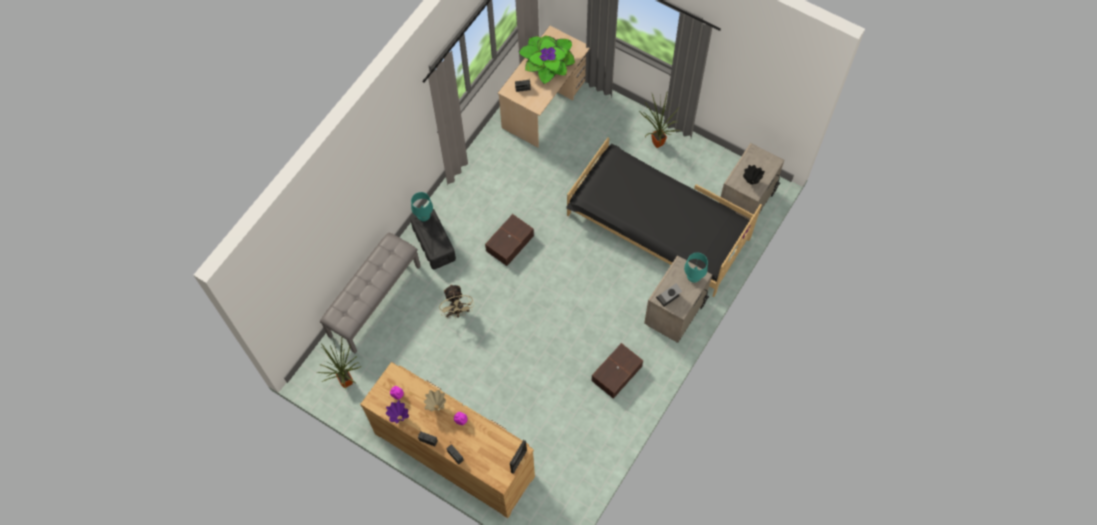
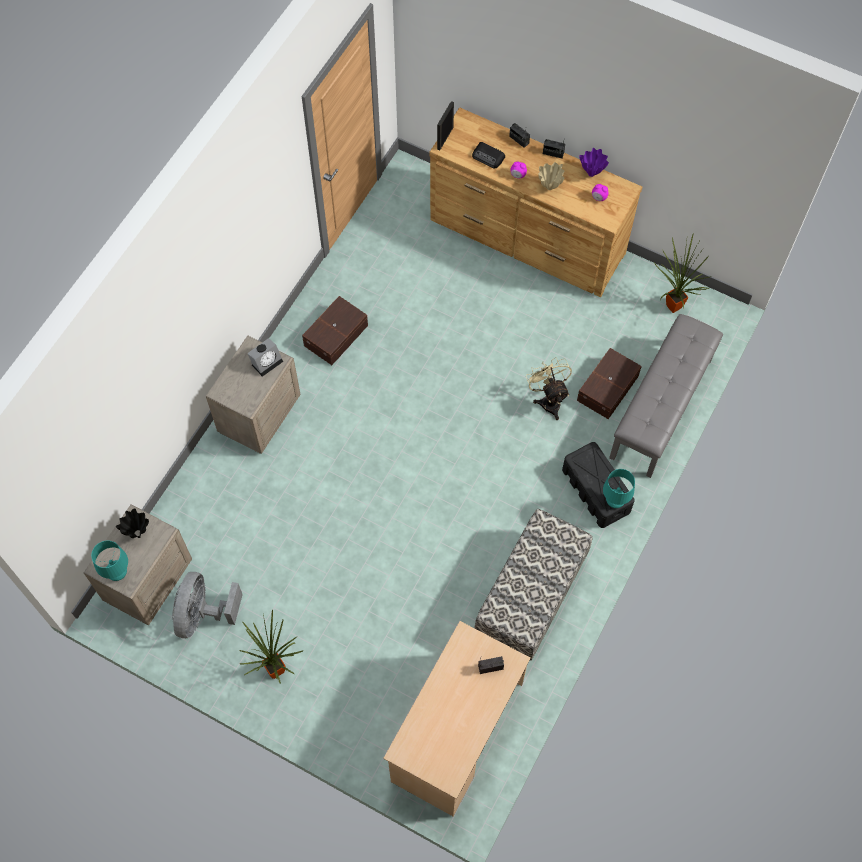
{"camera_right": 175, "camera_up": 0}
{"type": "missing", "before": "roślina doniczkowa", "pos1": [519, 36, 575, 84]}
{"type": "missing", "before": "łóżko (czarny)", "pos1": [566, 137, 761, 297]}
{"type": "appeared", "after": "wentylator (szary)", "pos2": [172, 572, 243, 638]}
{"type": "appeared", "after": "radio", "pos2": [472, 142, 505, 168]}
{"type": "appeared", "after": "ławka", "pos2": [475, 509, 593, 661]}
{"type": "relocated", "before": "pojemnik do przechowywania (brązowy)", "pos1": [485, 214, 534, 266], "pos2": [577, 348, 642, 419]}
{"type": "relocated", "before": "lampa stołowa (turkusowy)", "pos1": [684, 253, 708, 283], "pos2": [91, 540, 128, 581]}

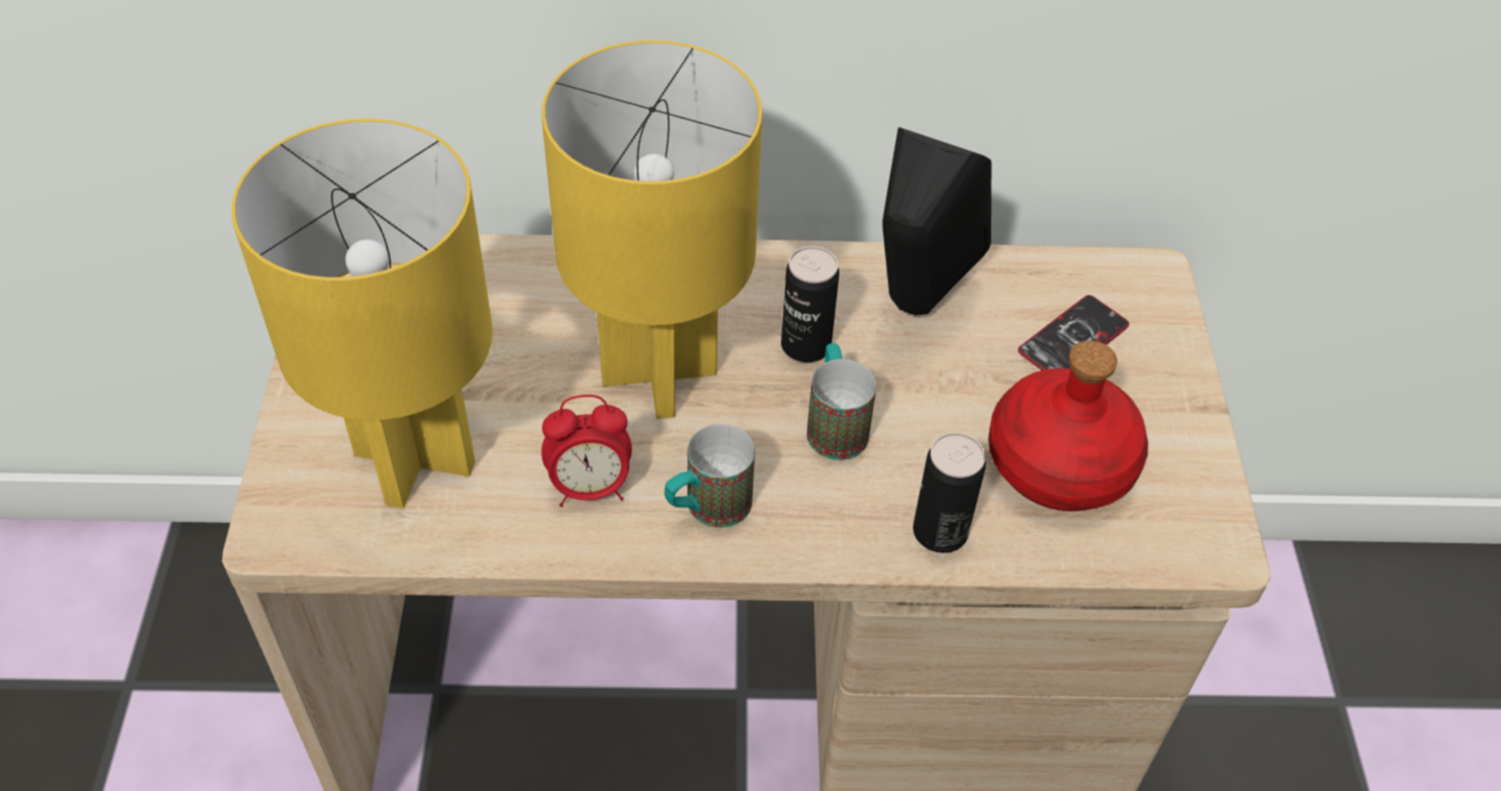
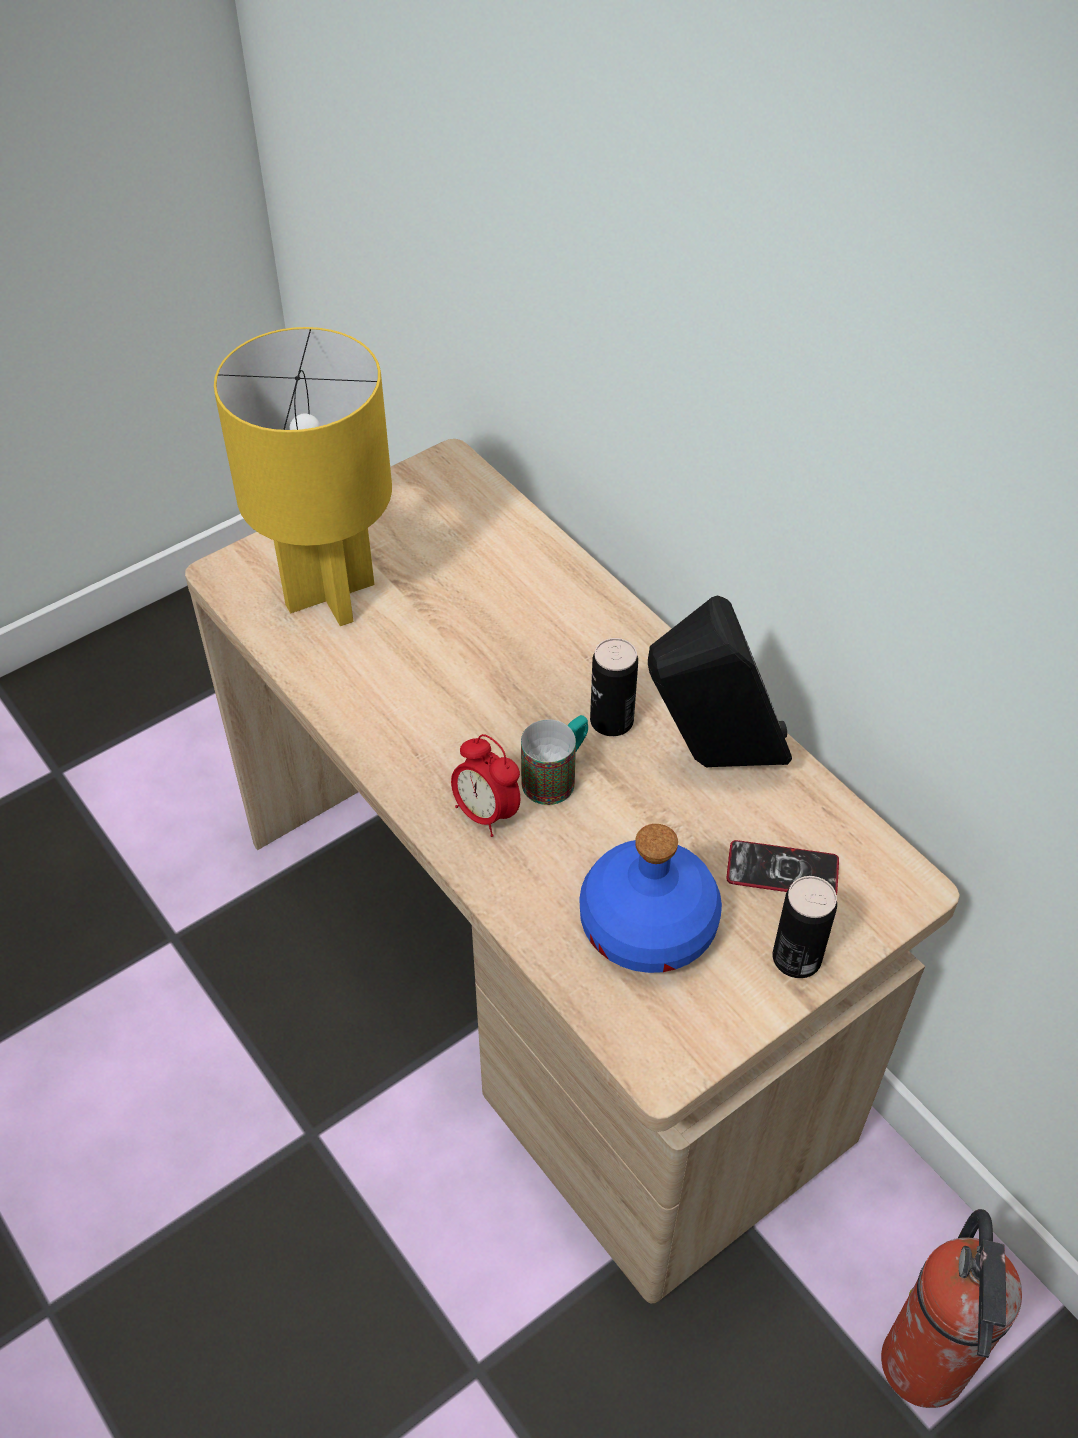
{"camera_right": 55, "camera_up": 0}
{"type": "missing", "before": "lampa stołowa (żółty)", "pos1": [542, 40, 763, 419]}
{"type": "missing", "before": "kubek", "pos1": [664, 424, 755, 528]}
{"type": "appeared", "after": "gaśnica", "pos2": [881, 1209, 1022, 1408]}
{"type": "relocated", "before": "budzik", "pos1": [541, 395, 632, 507], "pos2": [451, 734, 520, 837]}
{"type": "relocated", "before": "puszka", "pos1": [913, 432, 986, 553], "pos2": [773, 876, 837, 978]}
{"type": "colour", "before": "butelka (czerwony)", "after": "butelka (niebieski)", "pos1": [988, 340, 1148, 511], "pos2": [579, 824, 722, 973]}

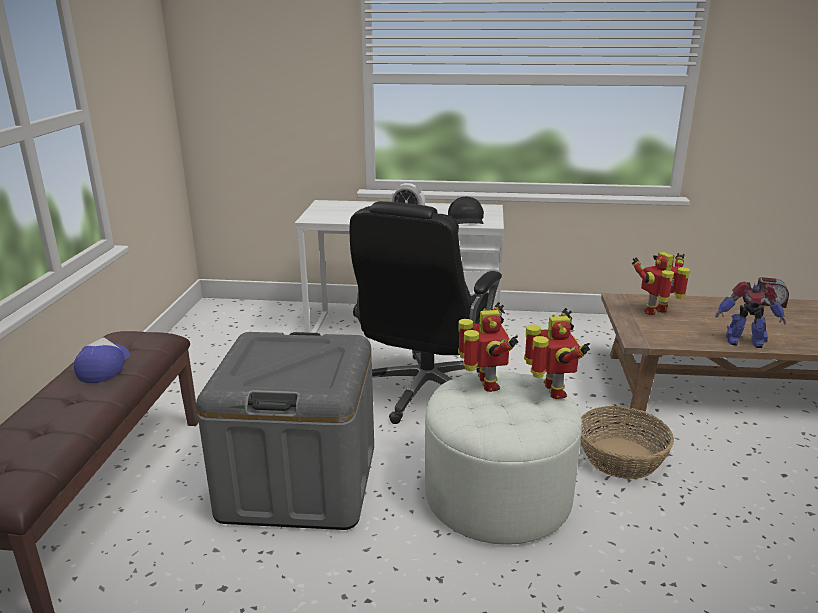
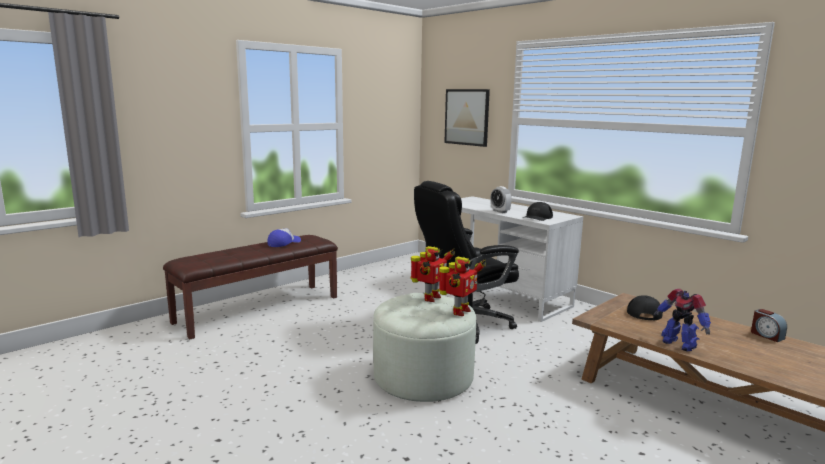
{"camera_right": 40, "camera_up": -10}
{"type": "missing", "before": "pojemnik do przechowywania (szary)", "pos1": [196, 332, 374, 530]}
{"type": "missing", "before": "koszyk", "pos1": [580, 406, 674, 479]}
{"type": "appeared", "after": "obraz", "pos2": [444, 89, 490, 147]}
{"type": "exchanged", "before": "robot zabawkowy", "after": "czapka z daszkiem (czarny)", "pos1": [632, 252, 690, 315], "pos2": [627, 295, 663, 321]}

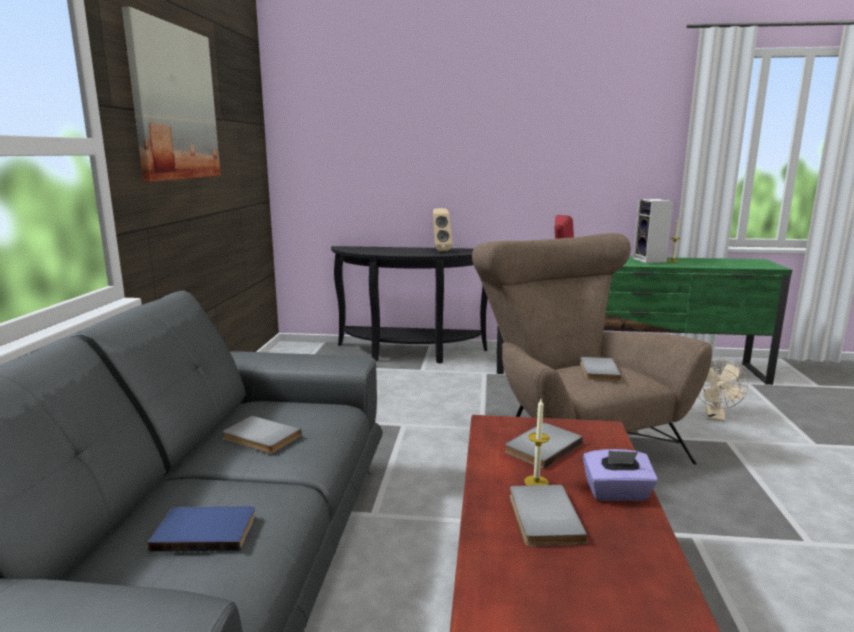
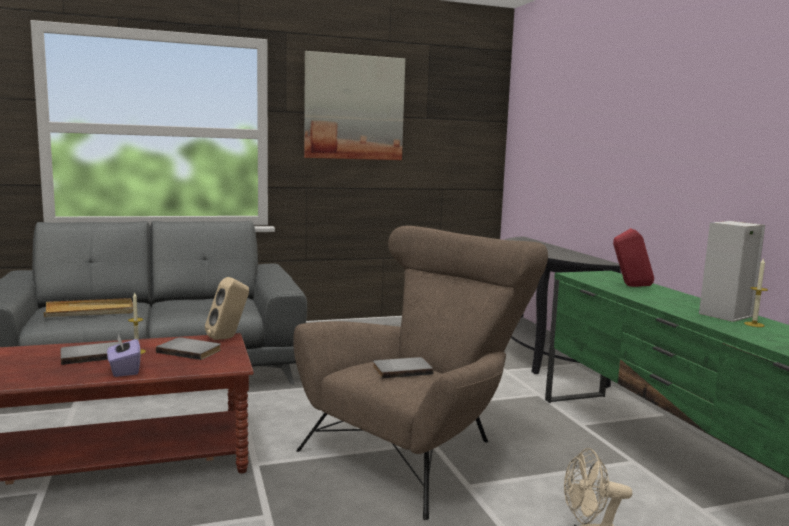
{"camera_right": 65, "camera_up": -5}
{"type": "missing", "before": "książka (szary)", "pos1": [222, 416, 301, 454]}
{"type": "relocated", "before": "głośnik (beżowy)", "pos1": [433, 208, 452, 251], "pos2": [205, 277, 249, 340]}
{"type": "exchanged", "before": "książka (niebieski)", "after": "taca (beżowy)", "pos1": [148, 507, 256, 552], "pos2": [44, 298, 133, 317]}

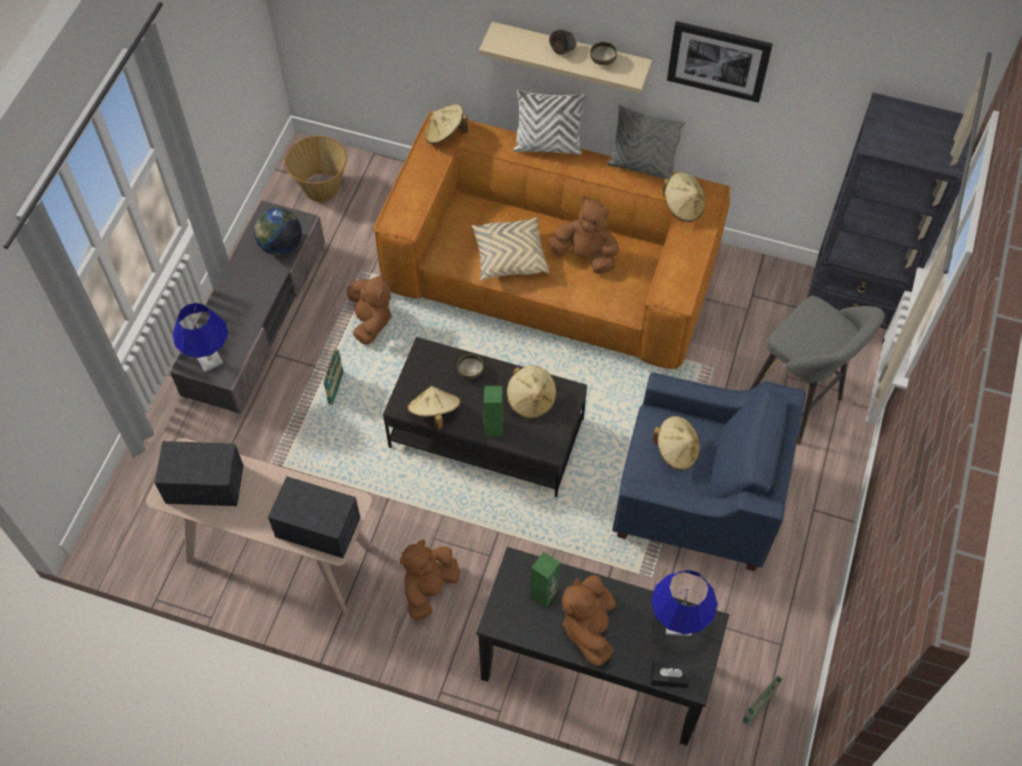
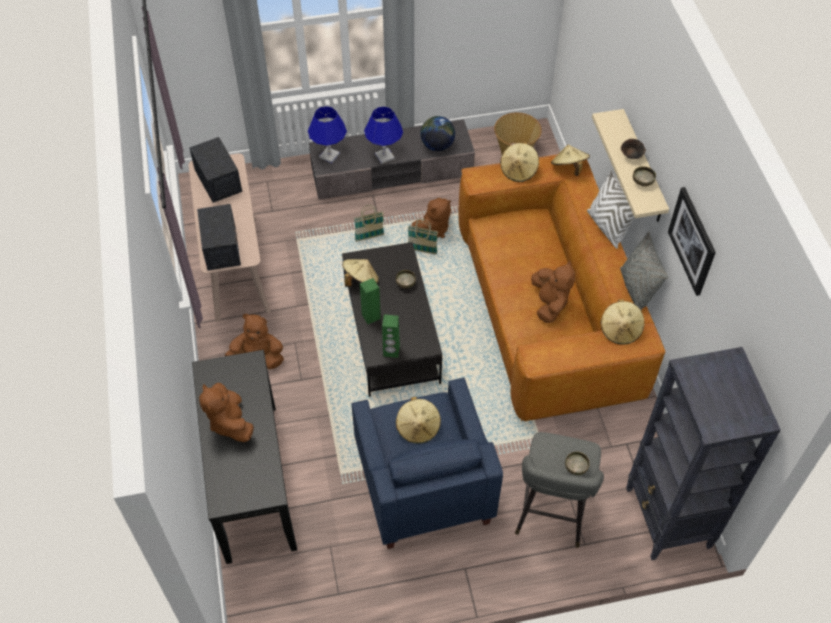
{"camera_right": 60, "camera_up": -5}
{"type": "missing", "before": "poduszka (beżowy)", "pos1": [472, 217, 550, 280]}
{"type": "missing", "before": "pudełko chusteczek (czarny)", "pos1": [651, 662, 690, 688]}
{"type": "appeared", "after": "miska", "pos2": [565, 452, 590, 475]}
{"type": "relocated", "before": "kapelusz (beżowy)", "pos1": [507, 365, 557, 419], "pos2": [500, 142, 539, 182]}
{"type": "relocated", "before": "głośnik (zielony)", "pos1": [530, 552, 561, 608], "pos2": [382, 314, 400, 358]}
{"type": "relocated", "before": "lampa stołowa (niebieski)", "pos1": [651, 570, 718, 636], "pos2": [364, 107, 403, 164]}
{"type": "relocated", "before": "koszyk", "pos1": [742, 675, 783, 725], "pos2": [408, 219, 438, 255]}
{"type": "spun", "before": "pluszak (brązowy)", "pos1": [562, 575, 616, 666], "pos2": [199, 383, 254, 442], "turn": -90}

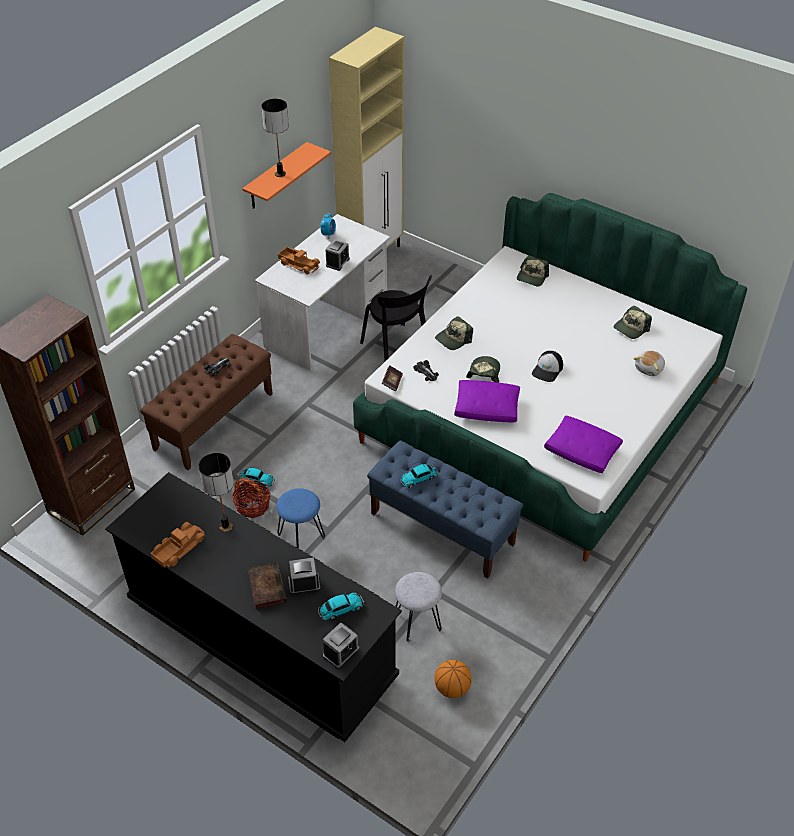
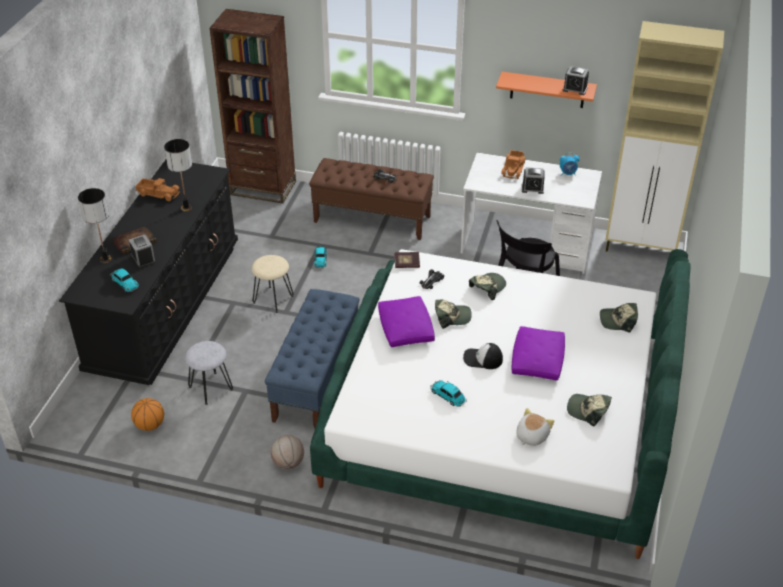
{"camera_right": 70, "camera_up": -5}
{"type": "missing", "before": "koszyk", "pos1": [232, 477, 271, 518]}
{"type": "appeared", "after": "piłka do koszykówki", "pos2": [271, 435, 304, 469]}
{"type": "relocated", "before": "lampa stołowa", "pos1": [261, 99, 289, 177], "pos2": [78, 188, 112, 263]}
{"type": "relocated", "before": "budzik", "pos1": [323, 622, 359, 669], "pos2": [563, 66, 589, 95]}
{"type": "relocated", "before": "samochodzik", "pos1": [400, 464, 438, 488], "pos2": [430, 380, 467, 407]}
{"type": "relocated", "before": "poduszka (fioletowy)", "pos1": [544, 415, 623, 473], "pos2": [512, 326, 565, 381]}
{"type": "colour", "before": "stołek (niebieski)", "after": "stołek (beżowy)", "pos1": [276, 488, 325, 548], "pos2": [251, 255, 294, 313]}
{"type": "spun", "before": "czapka z daszkiem", "pos1": [435, 316, 473, 350], "pos2": [469, 273, 506, 300], "turn": 105}
{"type": "spun", "before": "pluszak", "pos1": [633, 350, 665, 376], "pos2": [516, 408, 554, 446], "turn": 105}

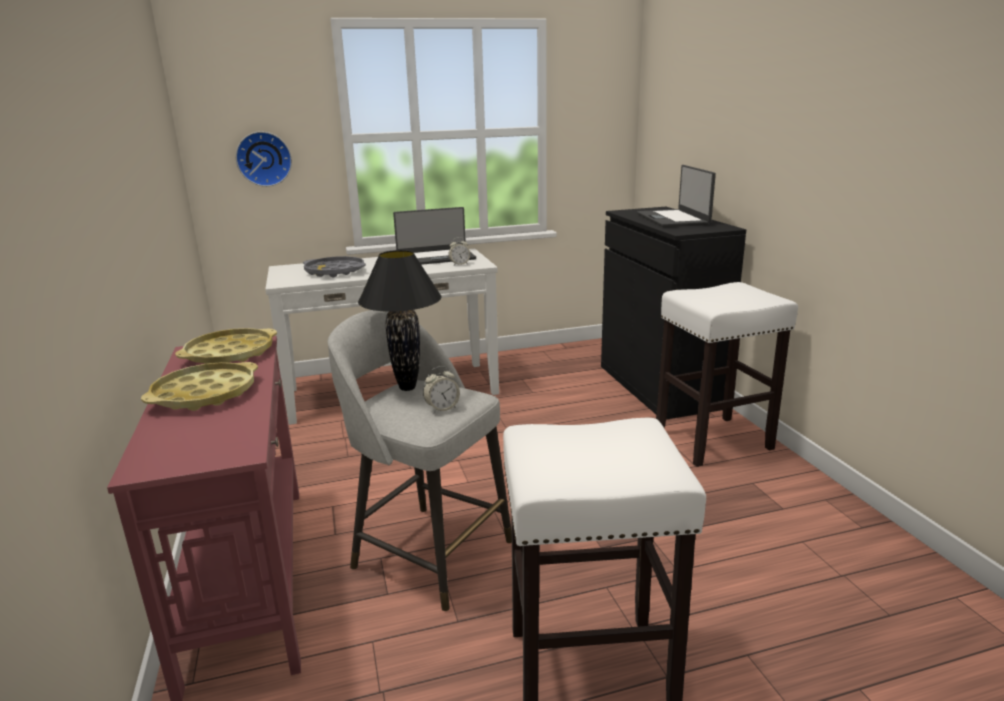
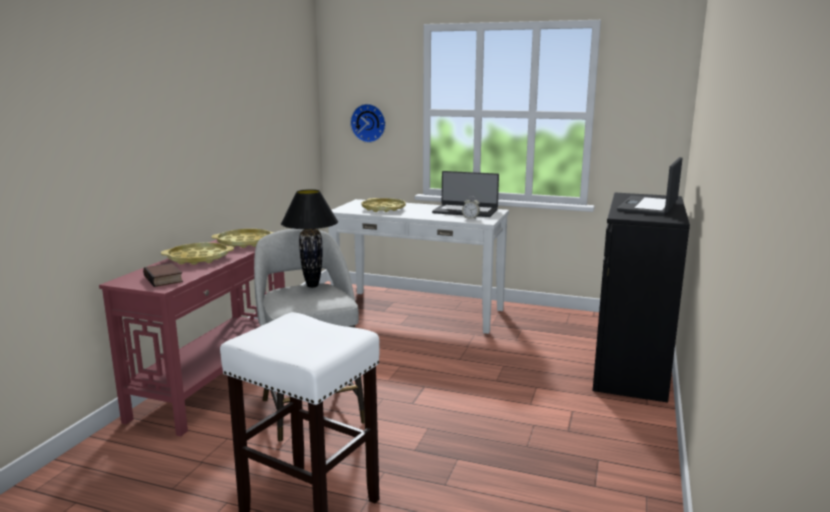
{"camera_right": 35, "camera_up": -5}
{"type": "missing", "before": "budzik", "pos1": [423, 366, 460, 413]}
{"type": "missing", "before": "stołek (biały)", "pos1": [656, 282, 798, 467]}
{"type": "appeared", "after": "książka", "pos2": [143, 263, 183, 287]}
{"type": "colour", "before": "taca (szary)", "after": "taca (żółty)", "pos1": [303, 256, 366, 277], "pos2": [362, 198, 406, 212]}

